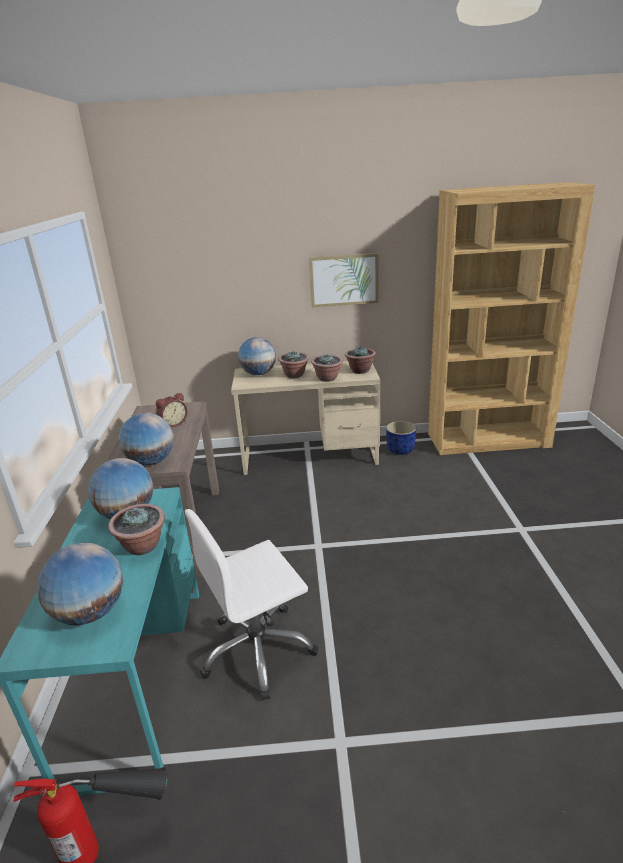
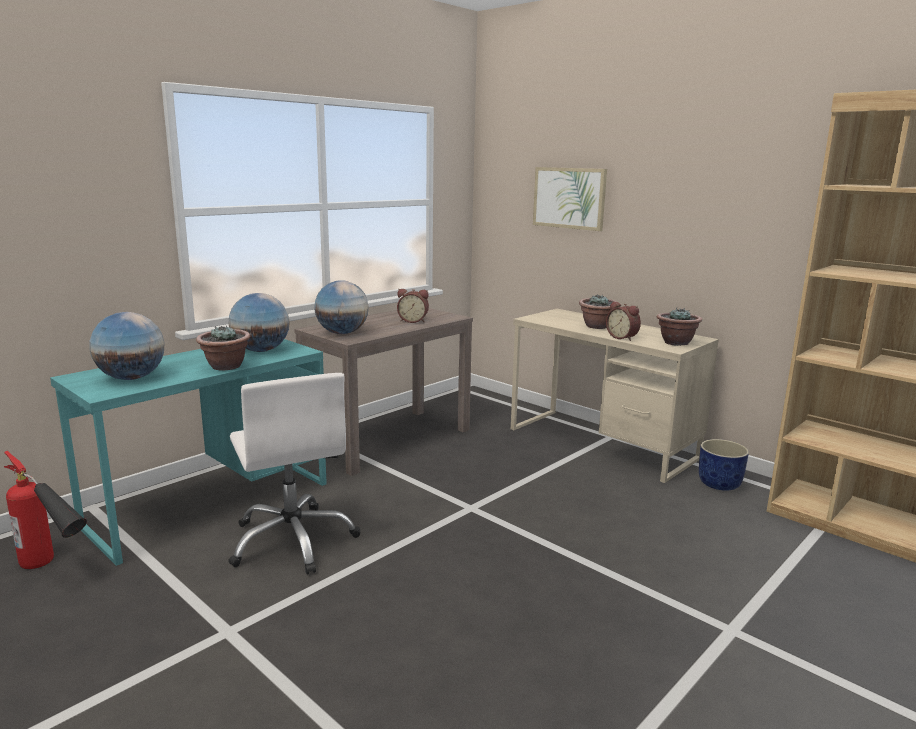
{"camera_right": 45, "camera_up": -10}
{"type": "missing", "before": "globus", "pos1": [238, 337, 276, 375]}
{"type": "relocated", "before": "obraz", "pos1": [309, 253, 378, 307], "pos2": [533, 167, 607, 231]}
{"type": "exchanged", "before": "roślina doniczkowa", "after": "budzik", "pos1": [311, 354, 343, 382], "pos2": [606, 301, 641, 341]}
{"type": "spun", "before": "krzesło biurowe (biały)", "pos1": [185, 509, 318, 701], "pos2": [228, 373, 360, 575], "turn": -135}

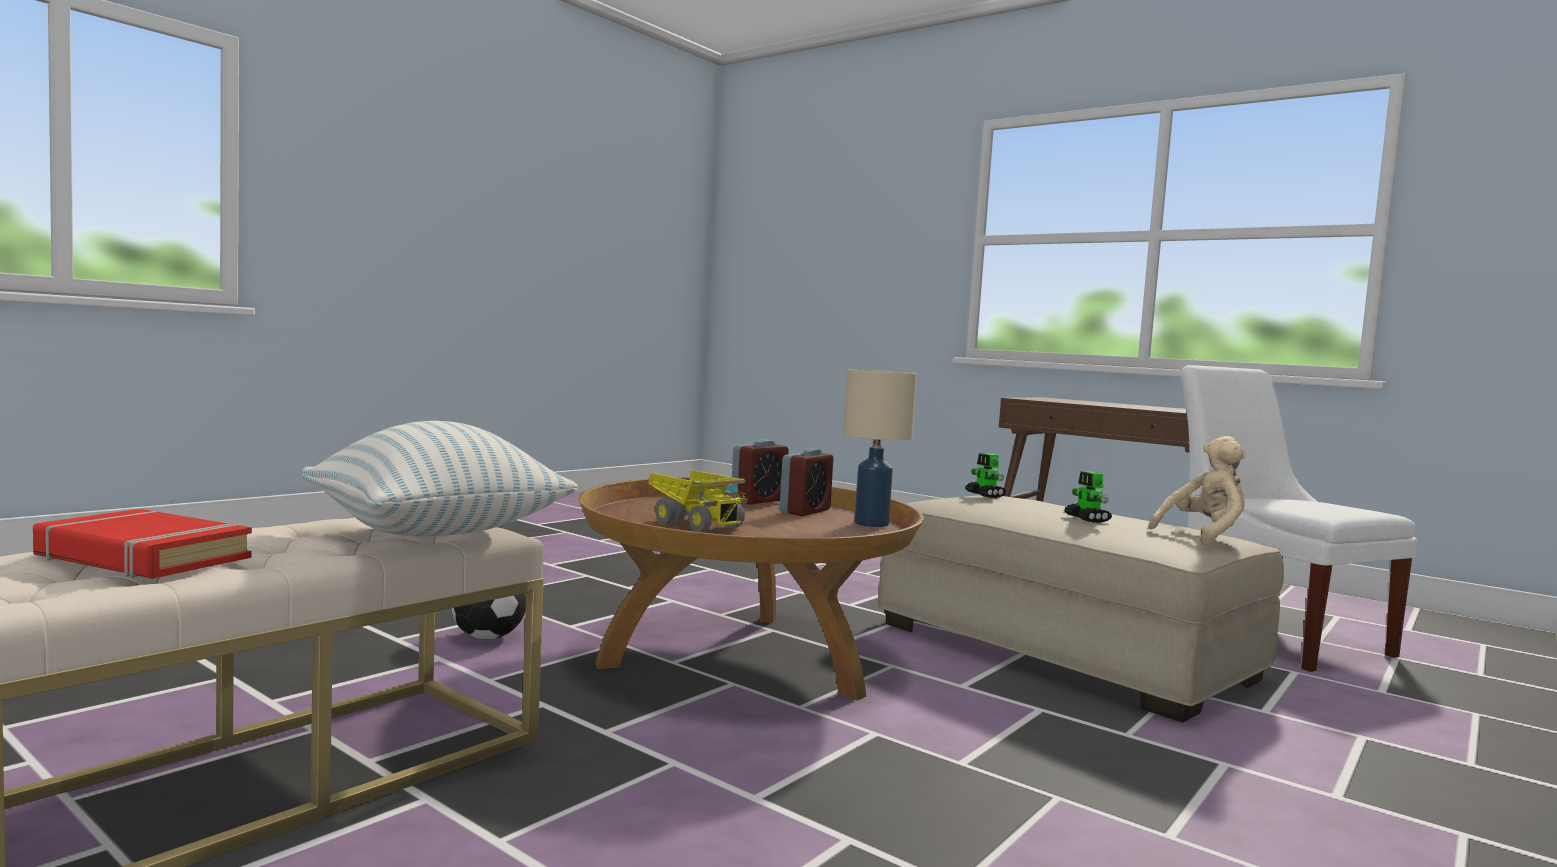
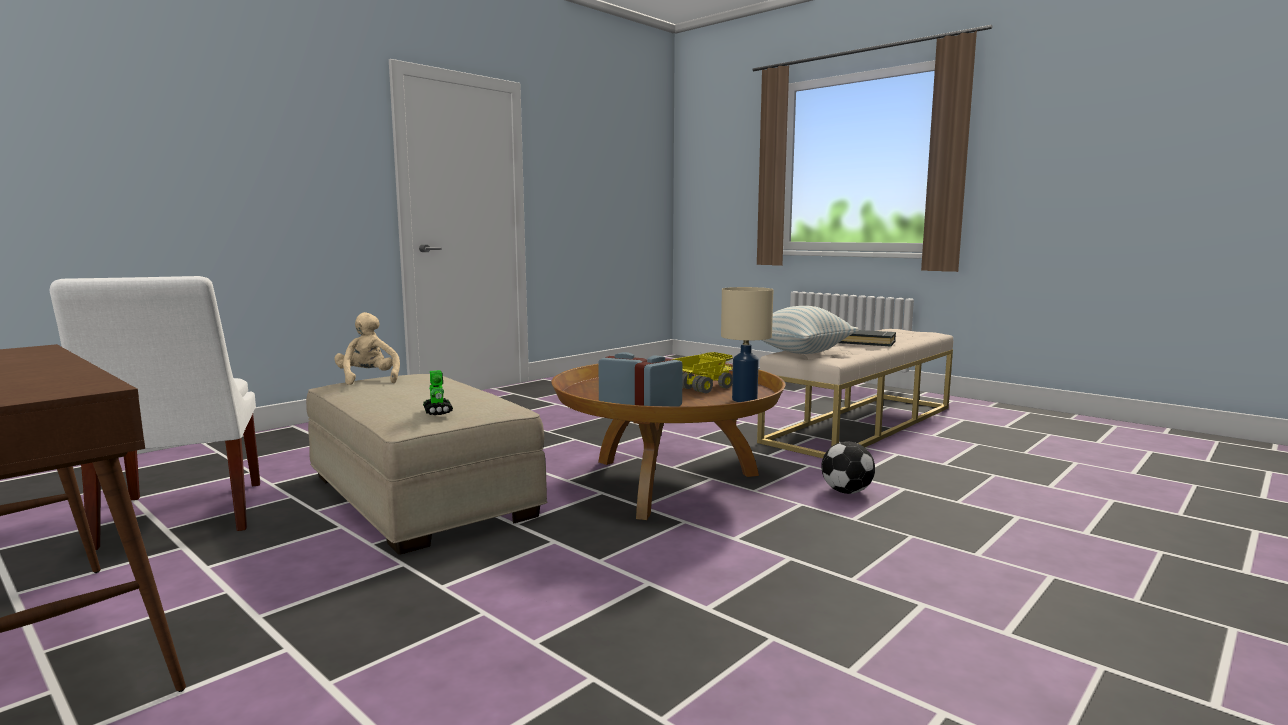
{"camera_right": -175, "camera_up": 5}
{"type": "missing", "before": "robot zabawkowy", "pos1": [1064, 471, 1112, 523]}
{"type": "relocated", "before": "lampa stołowa (beżowy)", "pos1": [843, 369, 917, 527], "pos2": [721, 287, 773, 402]}
{"type": "colour", "before": "książka (czerwony)", "after": "książka (czarny)", "pos1": [33, 509, 252, 578], "pos2": [839, 330, 896, 346]}
{"type": "spun", "before": "ciężarówka zabawkowa", "pos1": [648, 470, 747, 532], "pos2": [673, 352, 733, 393], "turn": 90}
{"type": "spun", "before": "budzik", "pos1": [779, 448, 834, 516], "pos2": [598, 352, 647, 405], "turn": 75}
{"type": "spun", "before": "pluszak (beżowy)", "pos1": [1148, 436, 1246, 545], "pos2": [334, 312, 400, 385], "turn": 90}

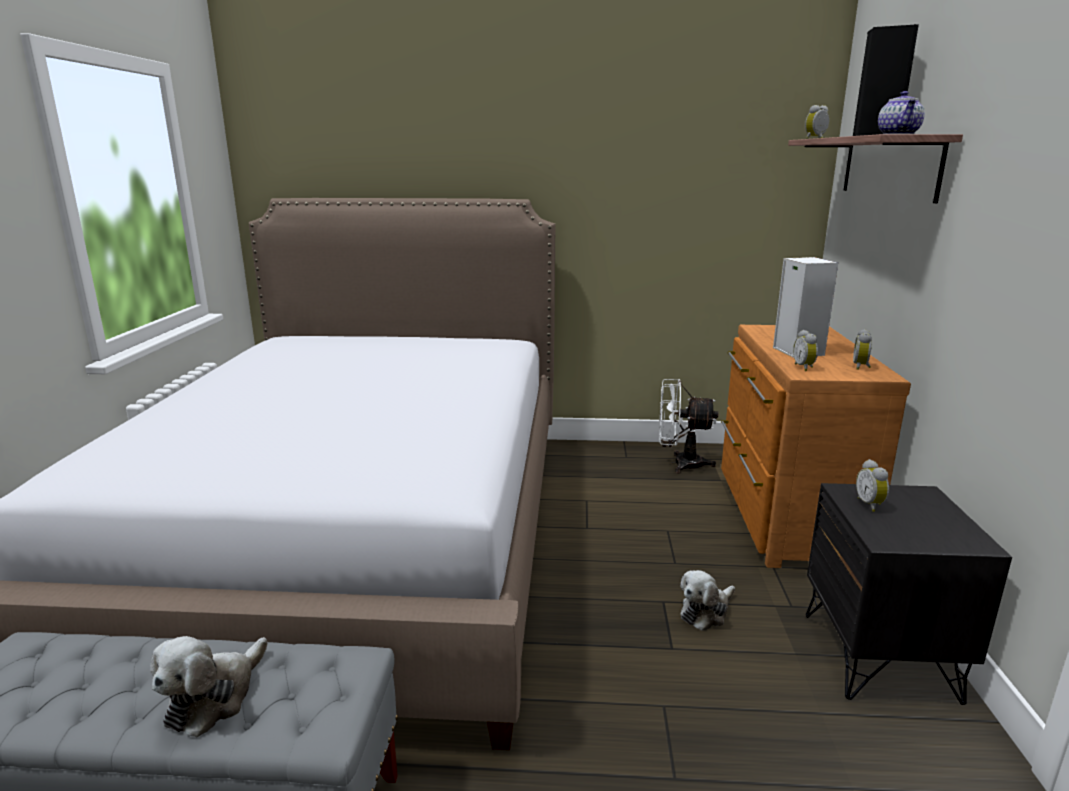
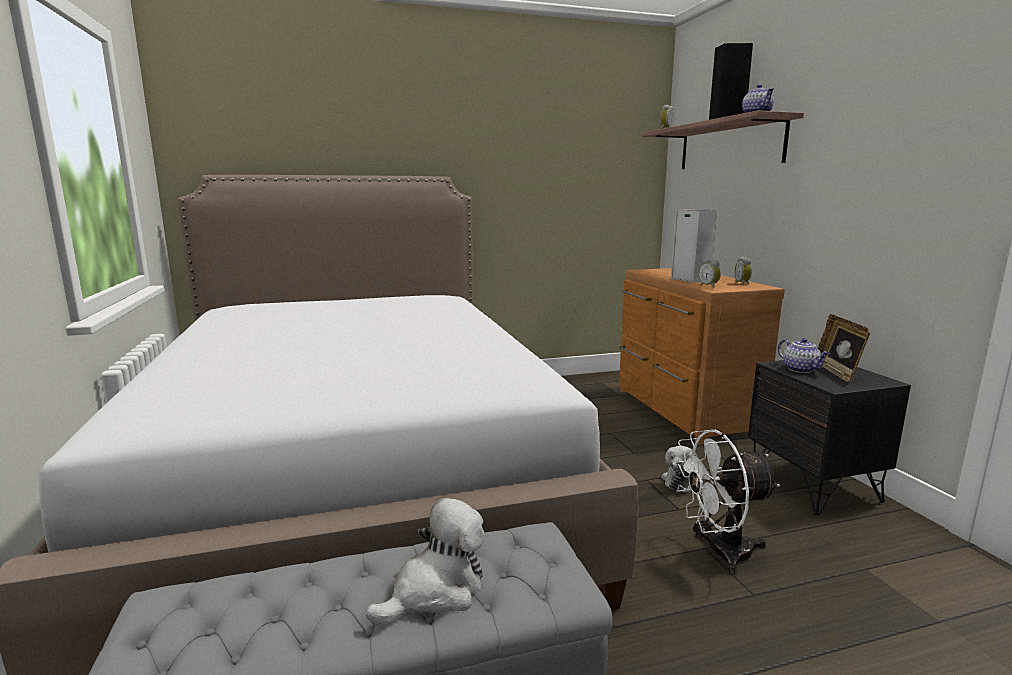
{"camera_right": -20, "camera_up": -5}
{"type": "appeared", "after": "ramka na zdjęcie", "pos2": [818, 314, 870, 382]}
{"type": "relocated", "before": "wentylator (biały)", "pos1": [659, 379, 718, 474], "pos2": [673, 430, 780, 575]}
{"type": "exchanged", "before": "budzik", "after": "imbryk", "pos1": [856, 459, 889, 512], "pos2": [778, 338, 830, 373]}
{"type": "spun", "before": "pluszak", "pos1": [150, 636, 268, 737], "pos2": [366, 498, 485, 626], "turn": -135}

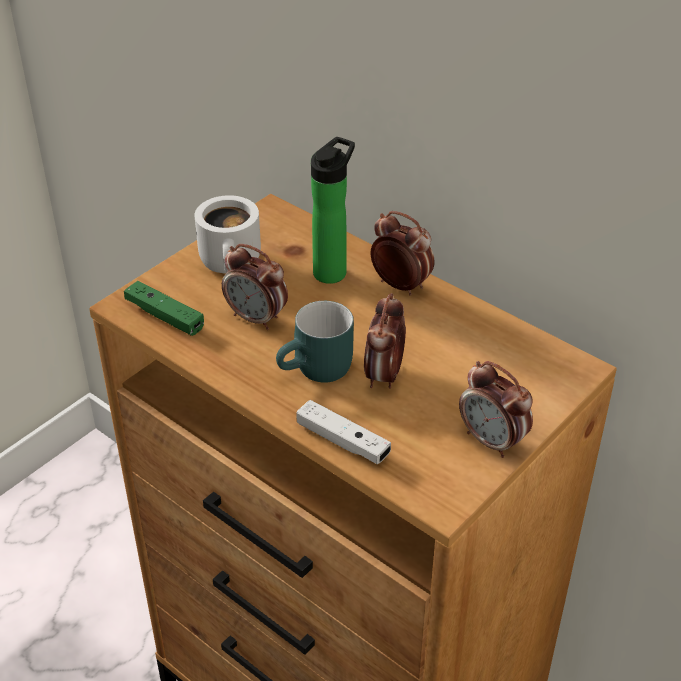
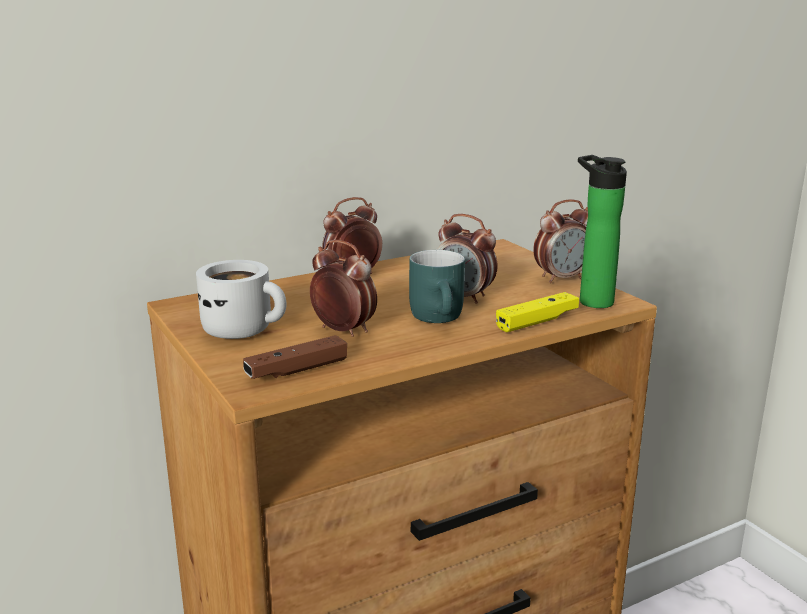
{"camera_right": -70, "camera_up": -20}
{"type": "relocated", "before": "butelka", "pos1": [311, 137, 355, 284], "pos2": [578, 155, 627, 308]}
{"type": "colour", "before": "pad do gier (zielony)", "after": "pad do gier (brązowy)", "pos1": [124, 281, 204, 336], "pos2": [243, 335, 347, 379]}
{"type": "colour", "before": "pad do gier (biały)", "after": "pad do gier (żółty)", "pos1": [296, 400, 391, 464], "pos2": [496, 292, 579, 332]}
{"type": "spun", "before": "budzik", "pos1": [222, 244, 288, 330], "pos2": [310, 240, 377, 337], "turn": -105}

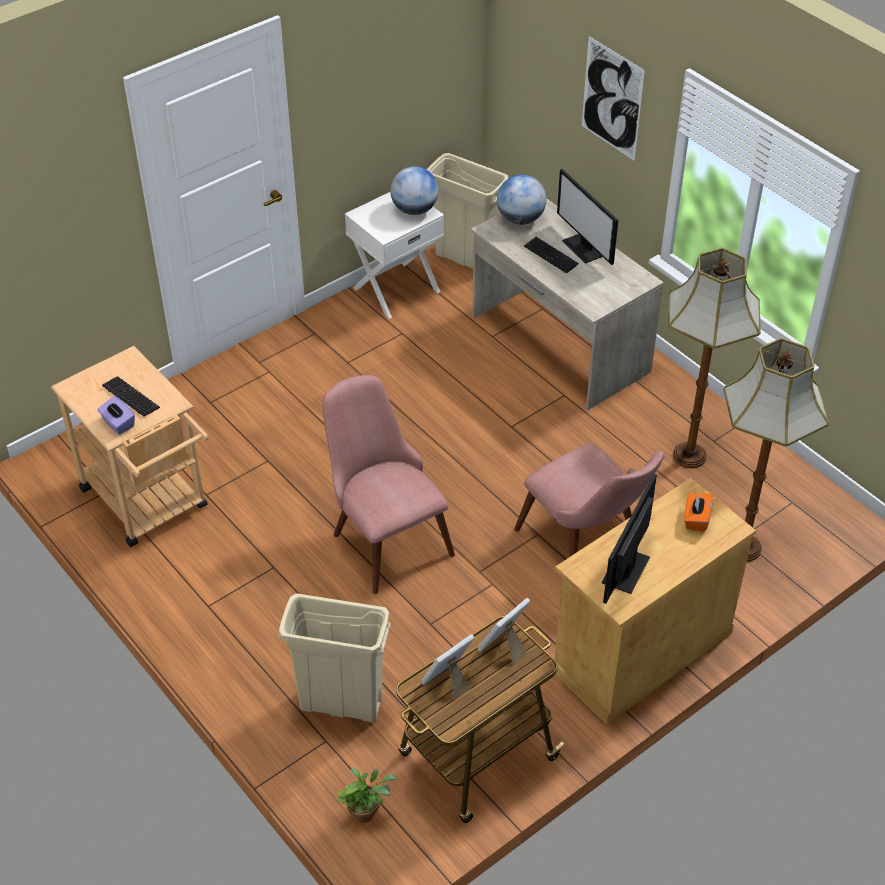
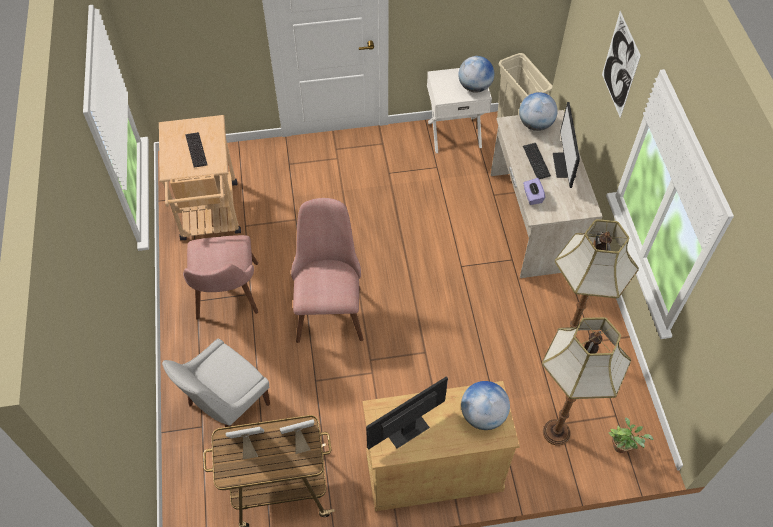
{"camera_right": 30, "camera_up": 10}
{"type": "relocated", "before": "pudełko chusteczek (fioletowy)", "pos1": [98, 396, 135, 435], "pos2": [523, 178, 545, 205]}
{"type": "relocated", "before": "roślina doniczkowa", "pos1": [336, 768, 398, 823], "pos2": [608, 417, 654, 453]}
{"type": "relocated", "before": "krzesło (różowy)", "pos1": [514, 443, 664, 556], "pos2": [183, 235, 258, 320]}
{"type": "exchanged", "before": "kosz na śmieci (beżowy)", "after": "krzesło (biały)", "pos1": [279, 593, 391, 722], "pos2": [162, 339, 270, 439]}
{"type": "exchanged", "before": "pudełko chusteczek (pomarańczowy)", "after": "globus", "pos1": [684, 493, 713, 532], "pos2": [461, 381, 510, 430]}

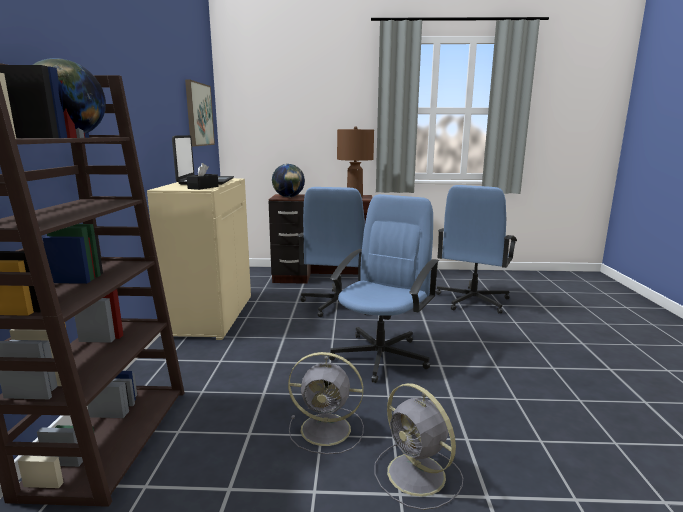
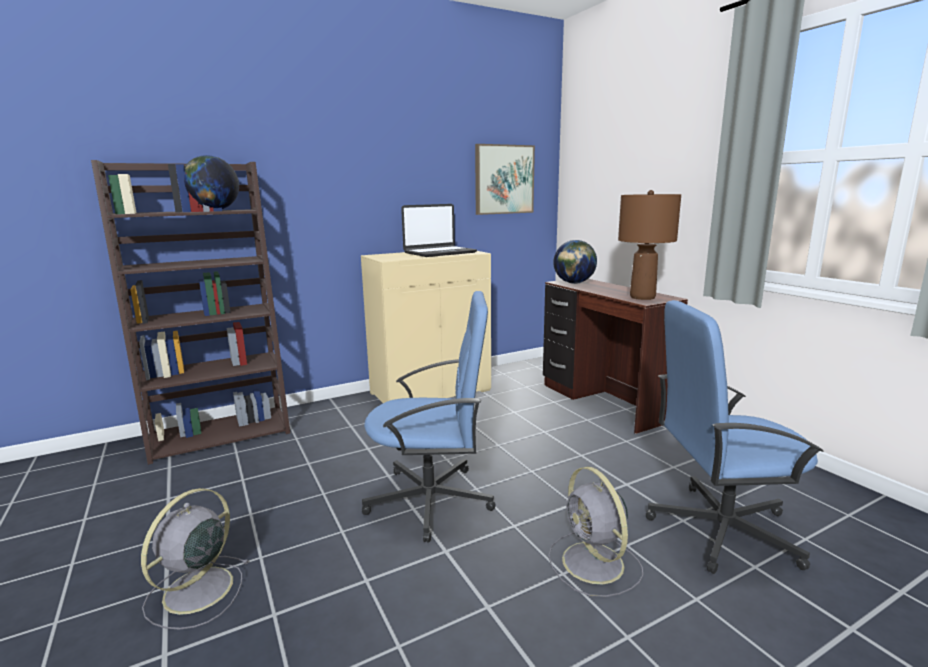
{"camera_right": 60, "camera_up": 0}
{"type": "missing", "before": "pudełko chusteczek (czarny)", "pos1": [187, 163, 219, 190]}
{"type": "missing", "before": "krzesło biurowe (niebieski)", "pos1": [297, 187, 366, 317]}
{"type": "relocated", "before": "wentylator (szary)", "pos1": [288, 352, 364, 454], "pos2": [548, 466, 643, 597]}

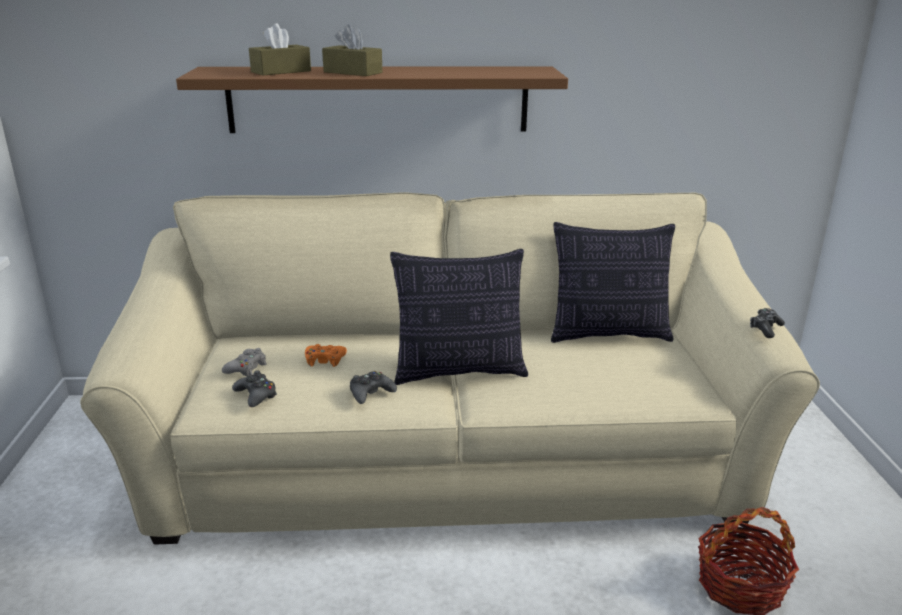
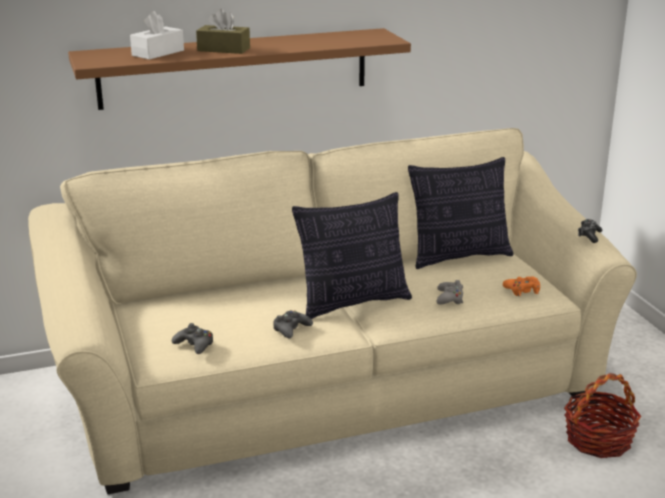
{"camera_right": -15, "camera_up": 0}
{"type": "relocated", "before": "pad do gier (szary)", "pos1": [222, 348, 267, 376], "pos2": [436, 280, 463, 304]}
{"type": "relocated", "before": "pad do gier (pomarańczowy)", "pos1": [305, 344, 347, 367], "pos2": [503, 276, 540, 296]}
{"type": "colour", "before": "pudełko chusteczek (brązowy)", "after": "pudełko chusteczek (biały)", "pos1": [249, 23, 311, 75], "pos2": [130, 11, 184, 60]}

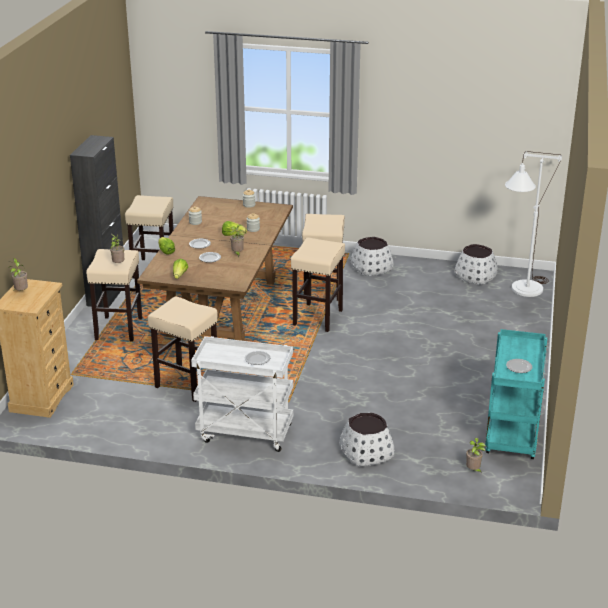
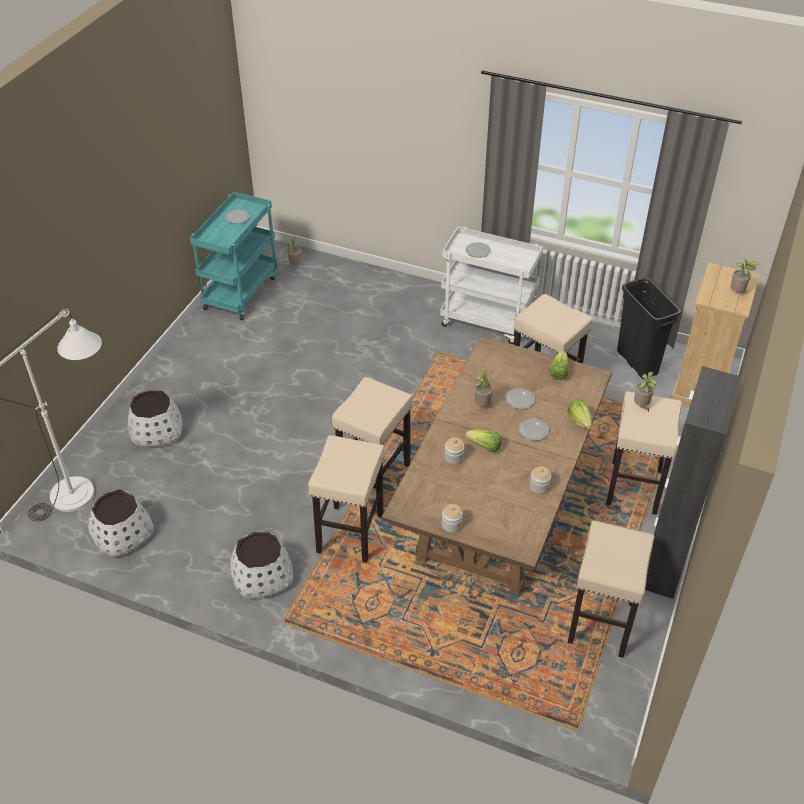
{"camera_right": -170, "camera_up": 15}
{"type": "appeared", "after": "kosz na śmieci (czarny)", "pos2": [617, 277, 681, 379]}
{"type": "relocated", "before": "donica (biały)", "pos1": [339, 413, 394, 466], "pos2": [128, 391, 183, 447]}

